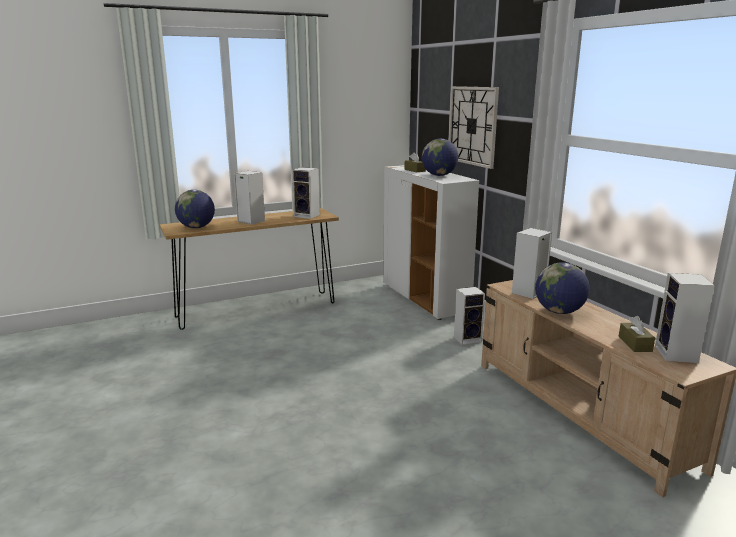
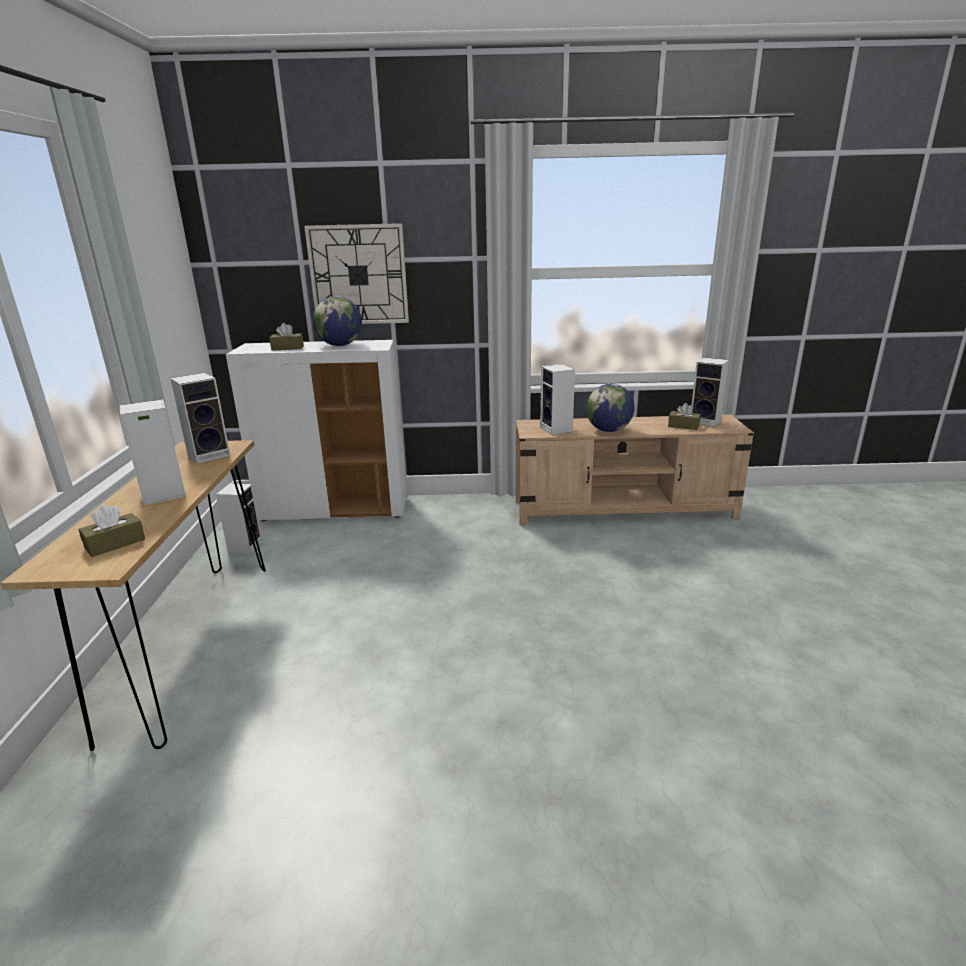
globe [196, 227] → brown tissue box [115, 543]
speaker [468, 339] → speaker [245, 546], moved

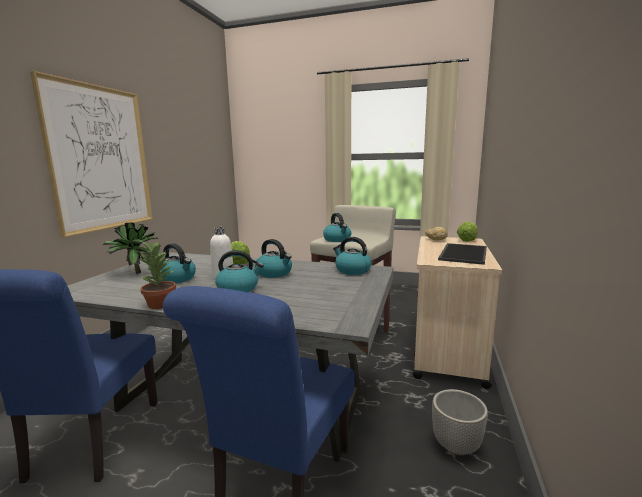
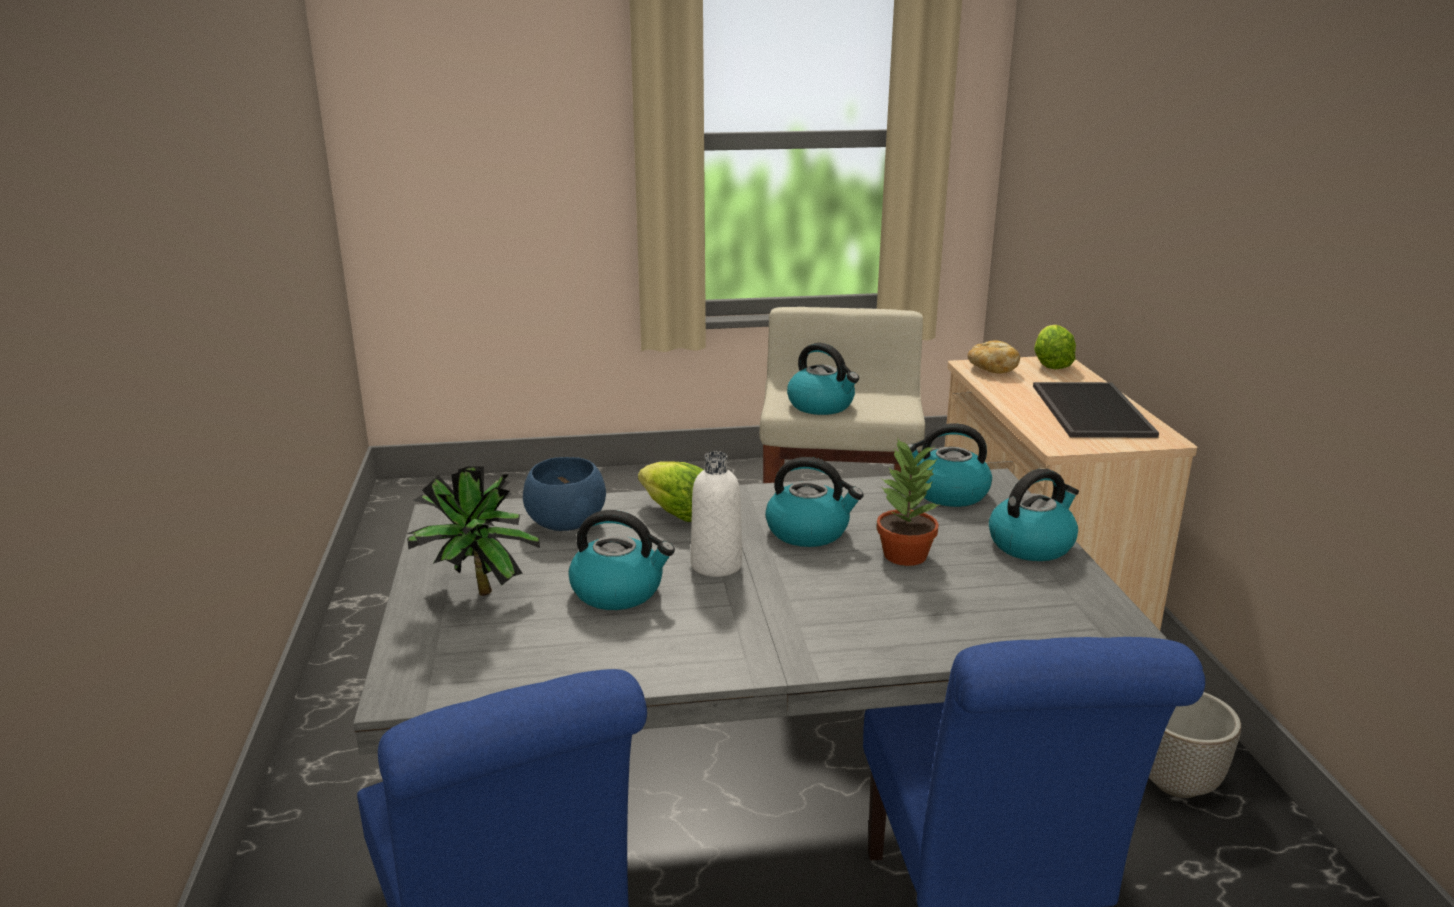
picture [101, 159] → -
potted plant [160, 304] → potted plant [903, 555], moved
kettle [238, 289] → kettle [1031, 544], moved
- → blue bowl [565, 523]

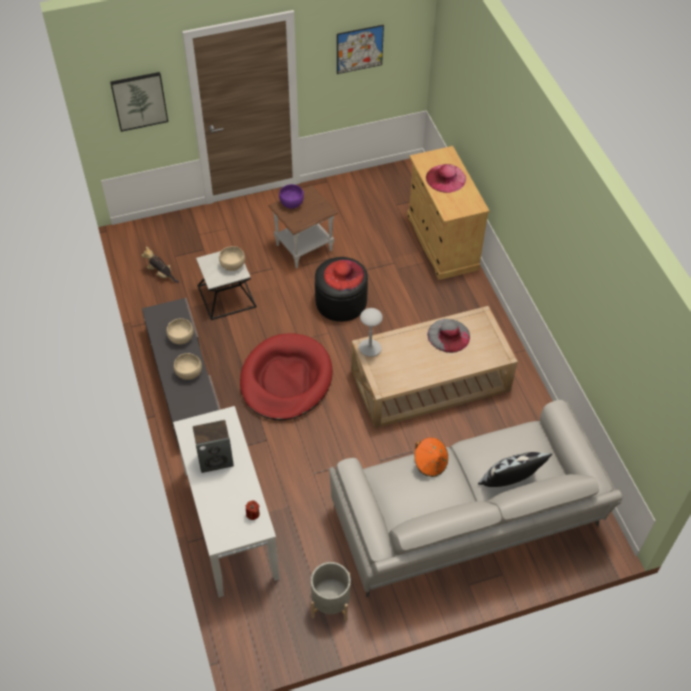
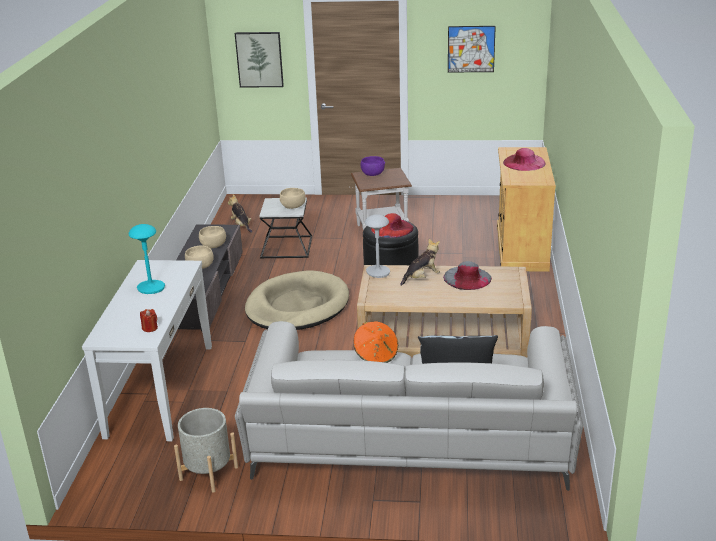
red dog bed [286, 380] → beige dog bed [297, 306]
speaker [215, 459] → turquoise table lamp [151, 288]
- → plush toy [421, 278]

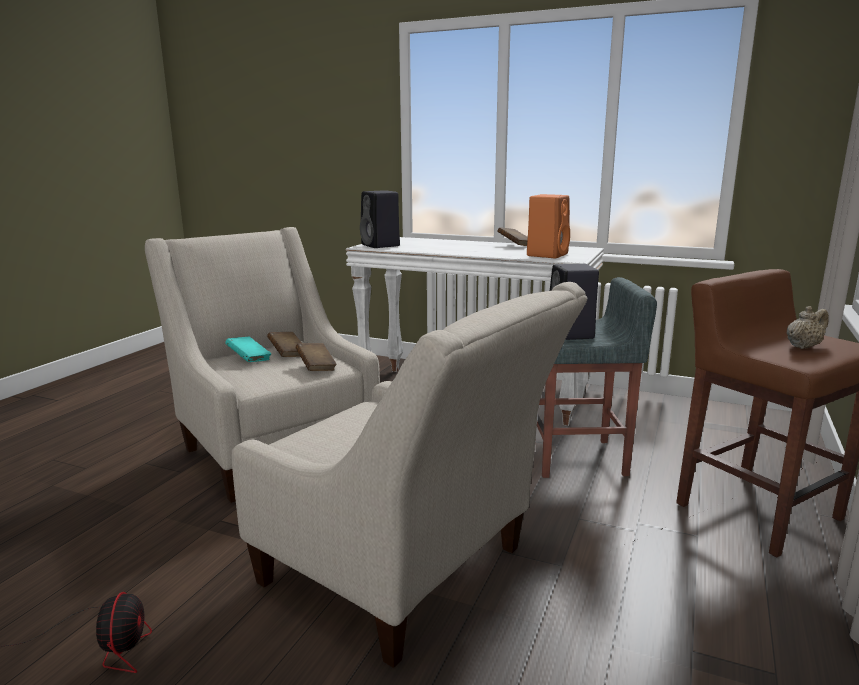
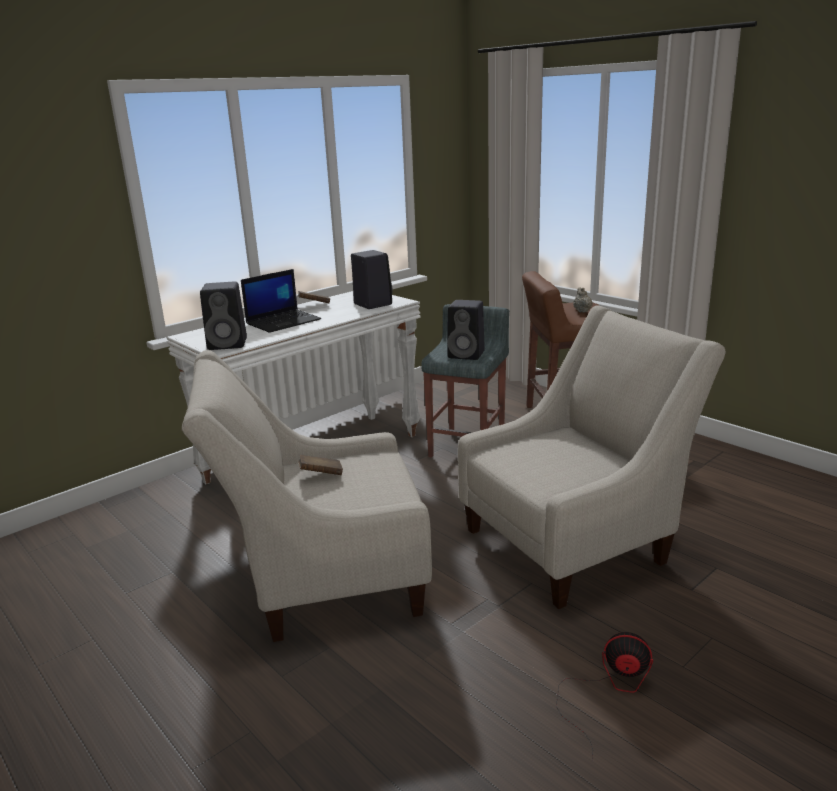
orange speaker [547, 255] → black speaker [371, 304]
turquoise book [249, 359] → -
brown book [316, 367] → -
- → laptop [284, 321]

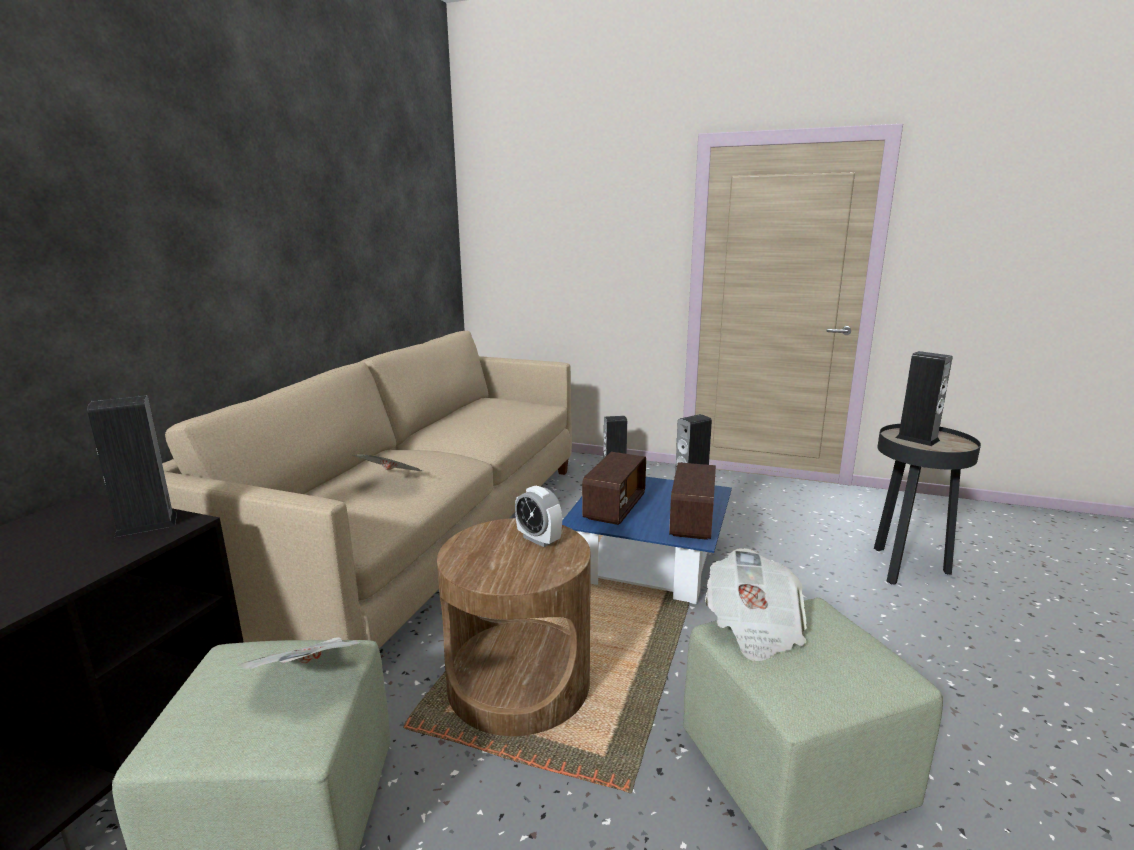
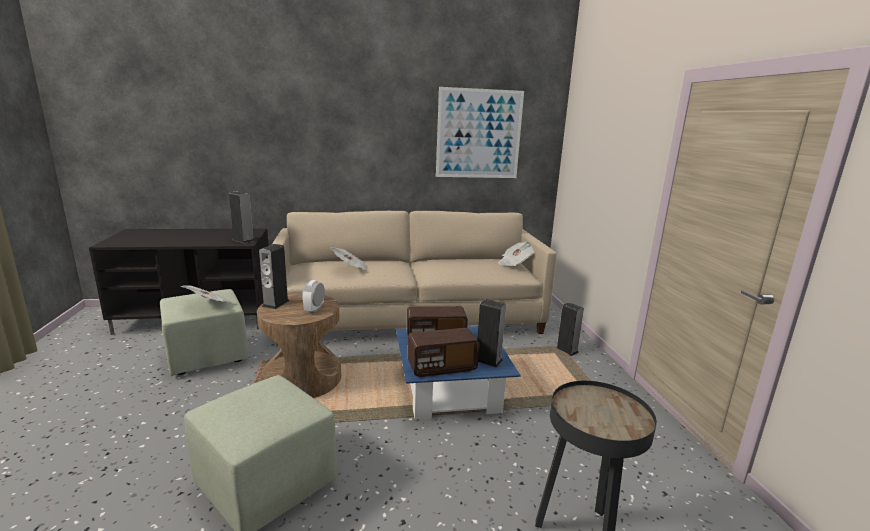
speaker [917, 439] → speaker [275, 303], moved
newspaper [753, 627] → newspaper [515, 263], moved
- → picture [479, 134]

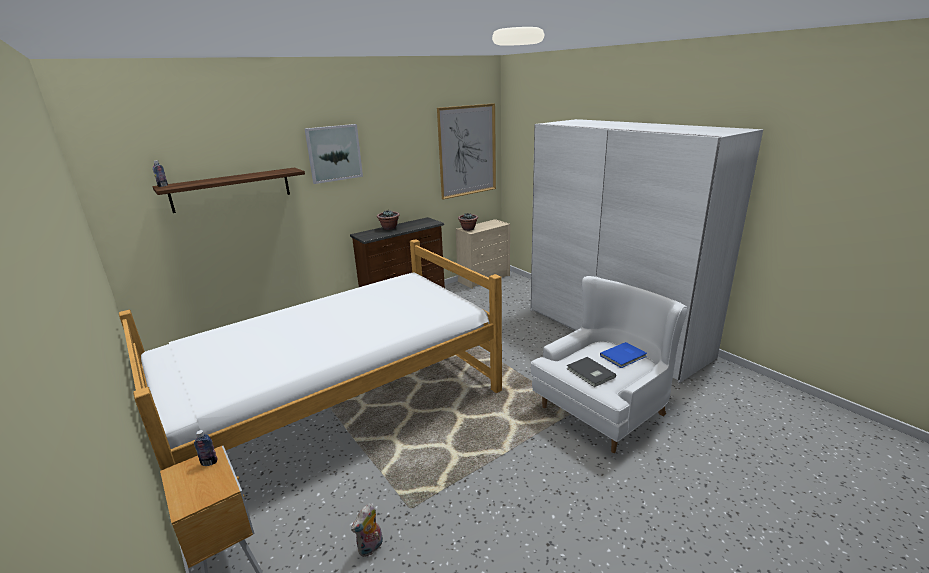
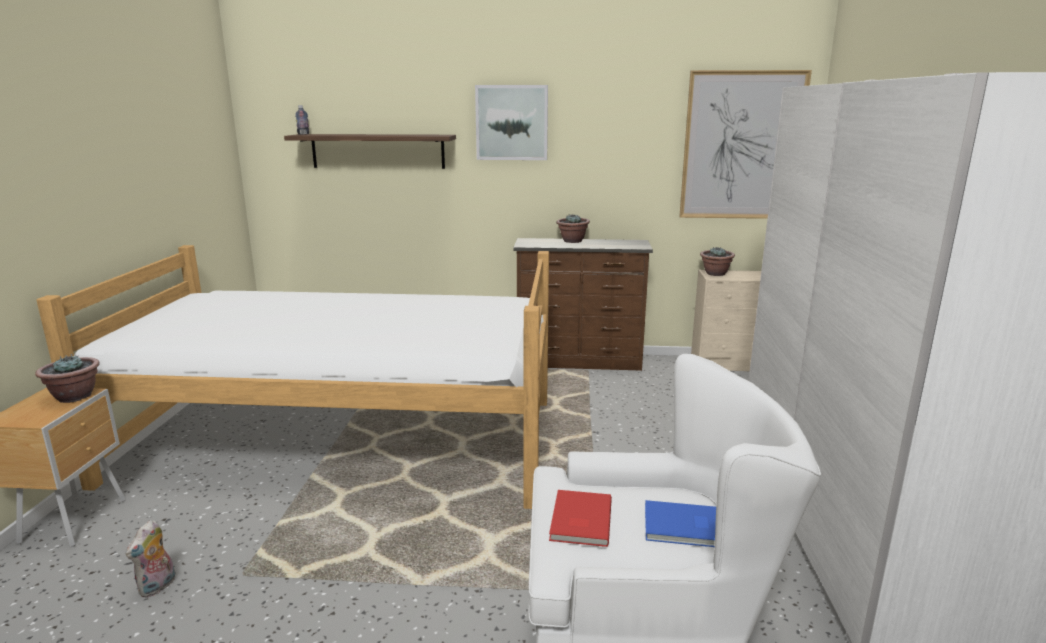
grey book [590, 373] → red book [579, 520]
bottle [209, 462] → potted plant [74, 396]
plush toy [371, 548] → plush toy [158, 587], 60 degrees counterclockwise

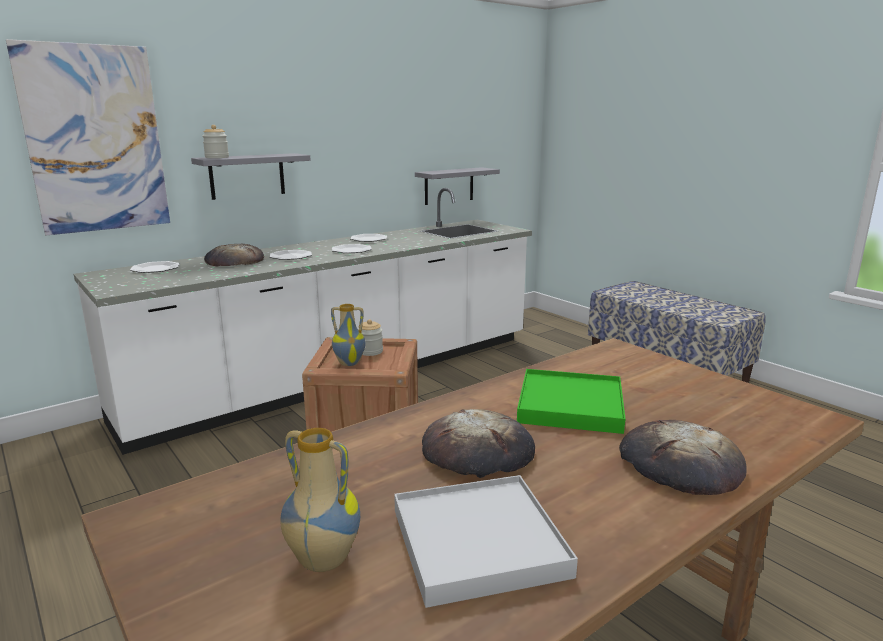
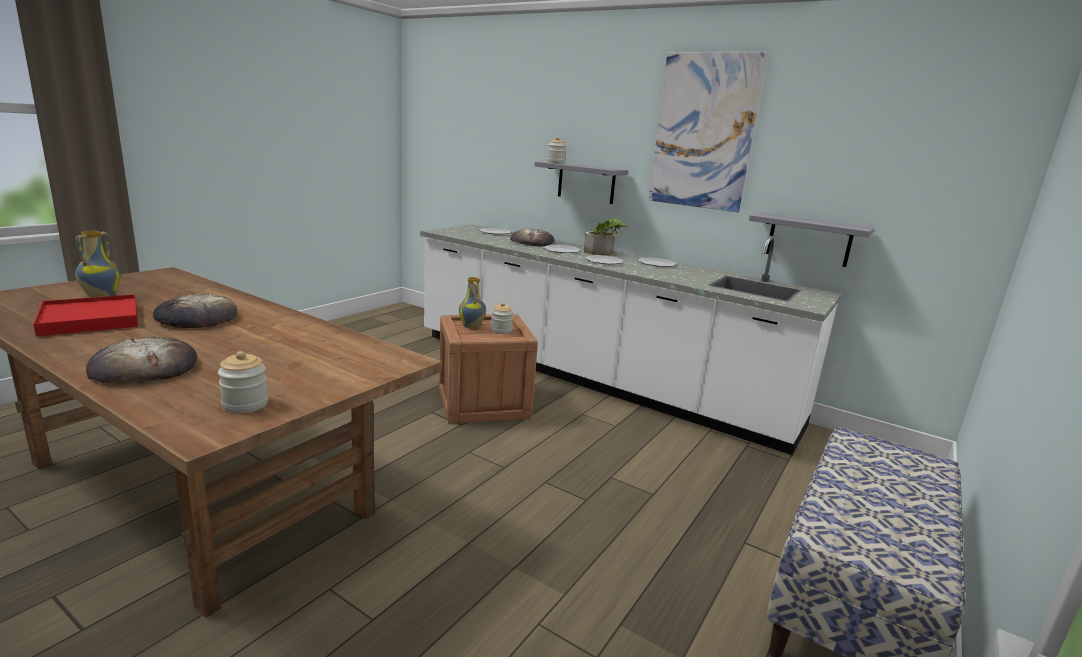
picture [95, 140] → picture [703, 132], moved
green tray [570, 405] → -
white tray [478, 542] → red tray [91, 319]
- → potted plant [602, 252]
- → jar [245, 404]

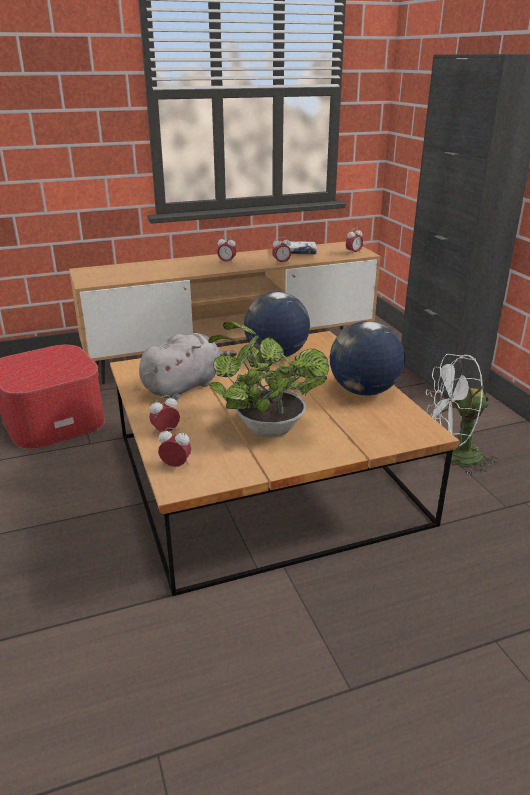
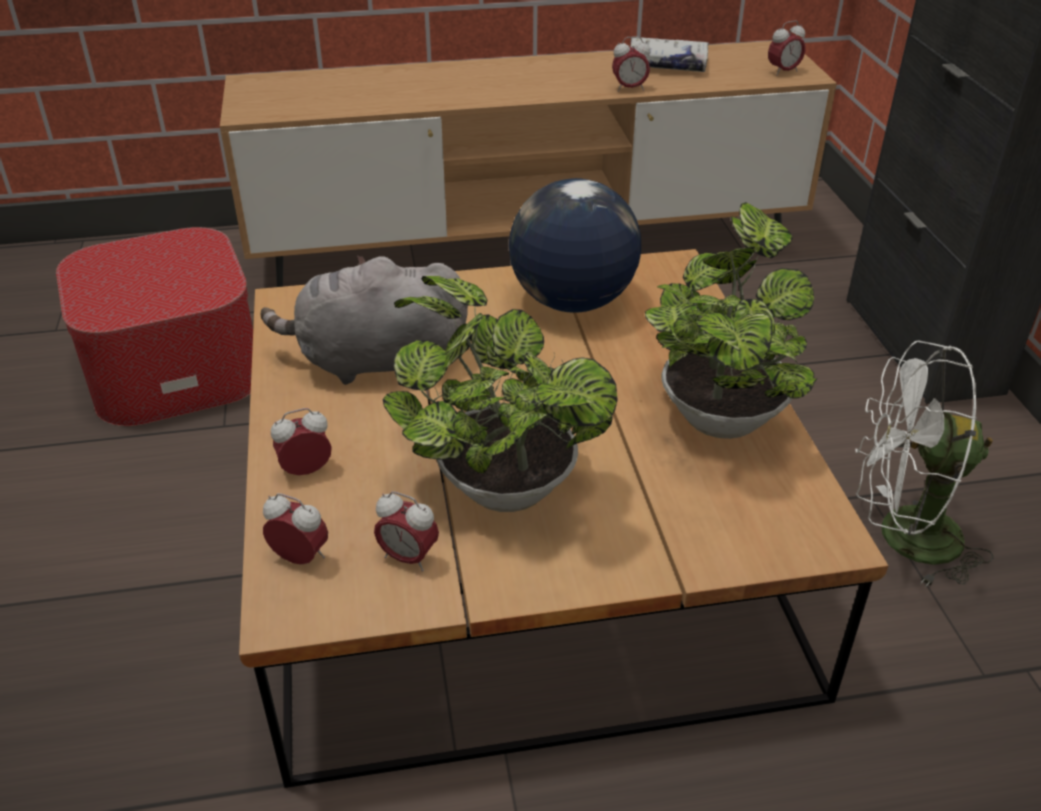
alarm clock [227, 262] → alarm clock [408, 558], moved
globe [363, 391] → potted plant [721, 412]
grey plush toy [185, 386] → grey plush toy [375, 362], 150 degrees counterclockwise

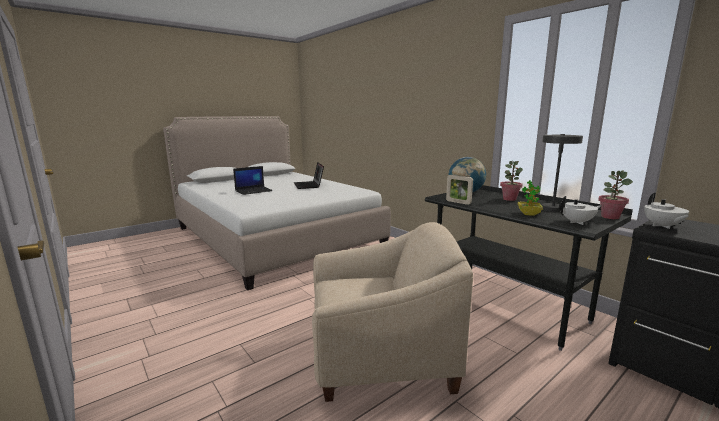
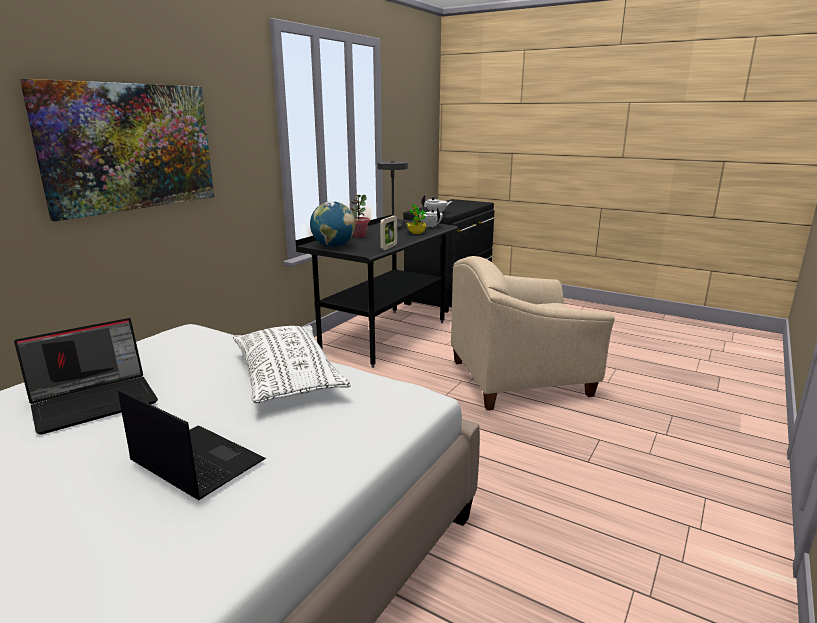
potted plant [610, 217] → -
beige armchair [381, 358] → beige armchair [520, 379], 75 degrees counterclockwise
- → picture [130, 147]
- → white pillow [287, 377]

